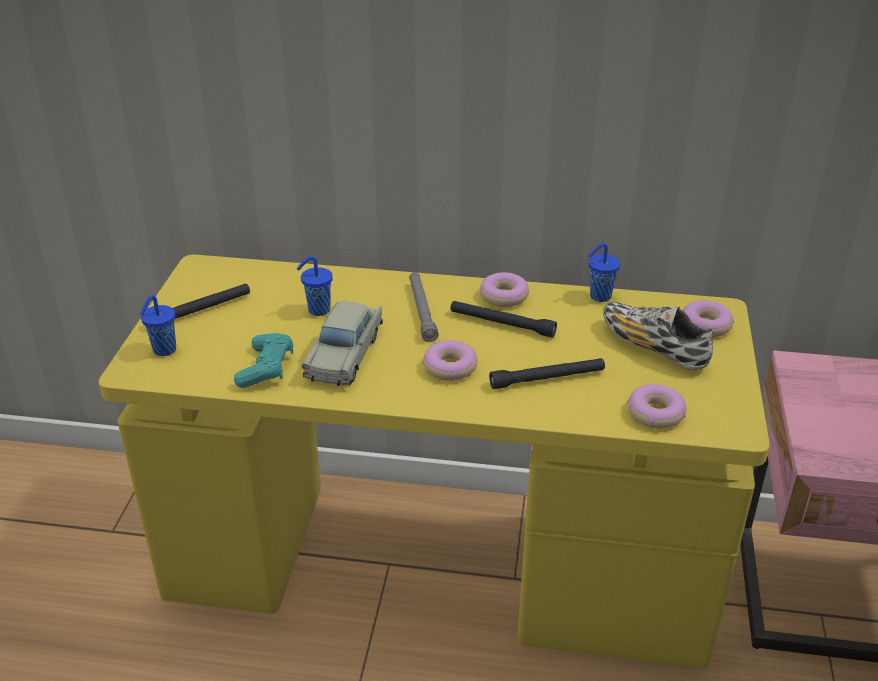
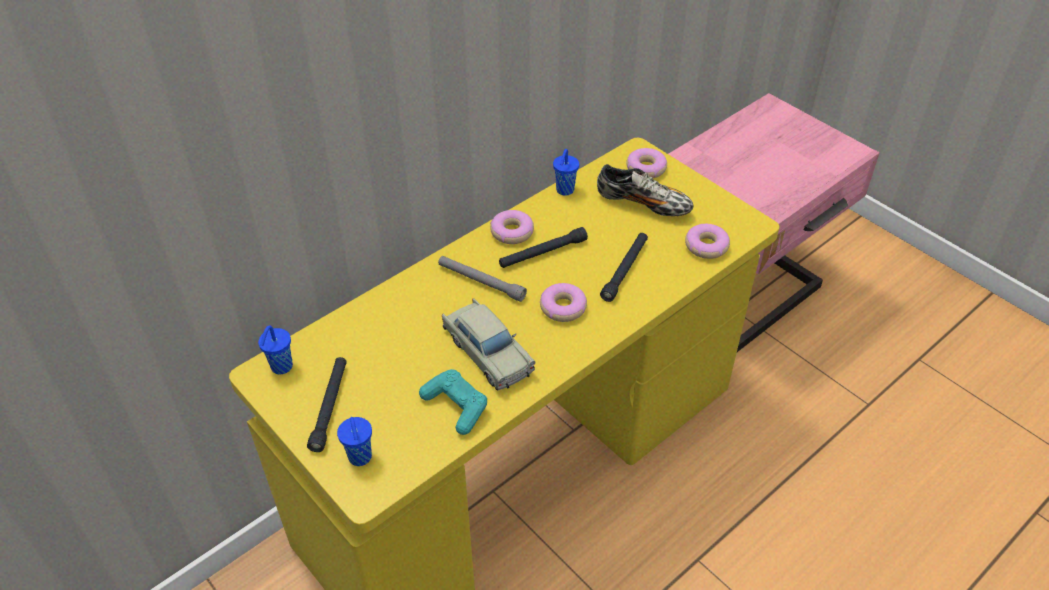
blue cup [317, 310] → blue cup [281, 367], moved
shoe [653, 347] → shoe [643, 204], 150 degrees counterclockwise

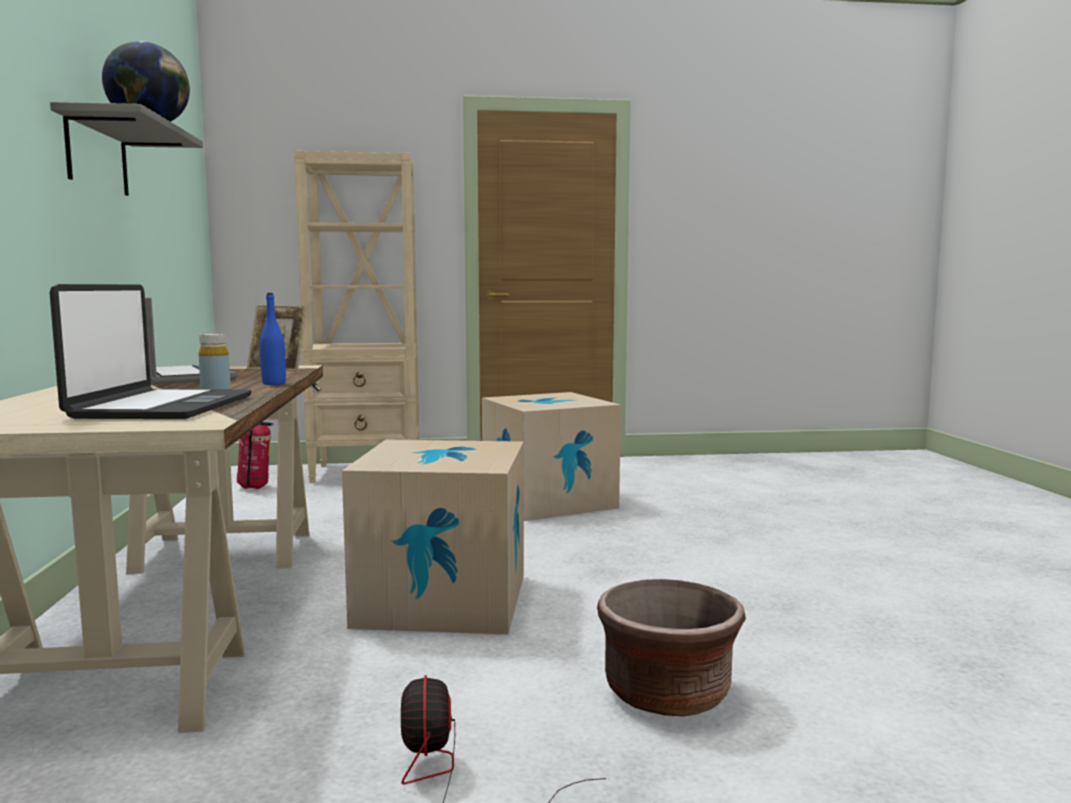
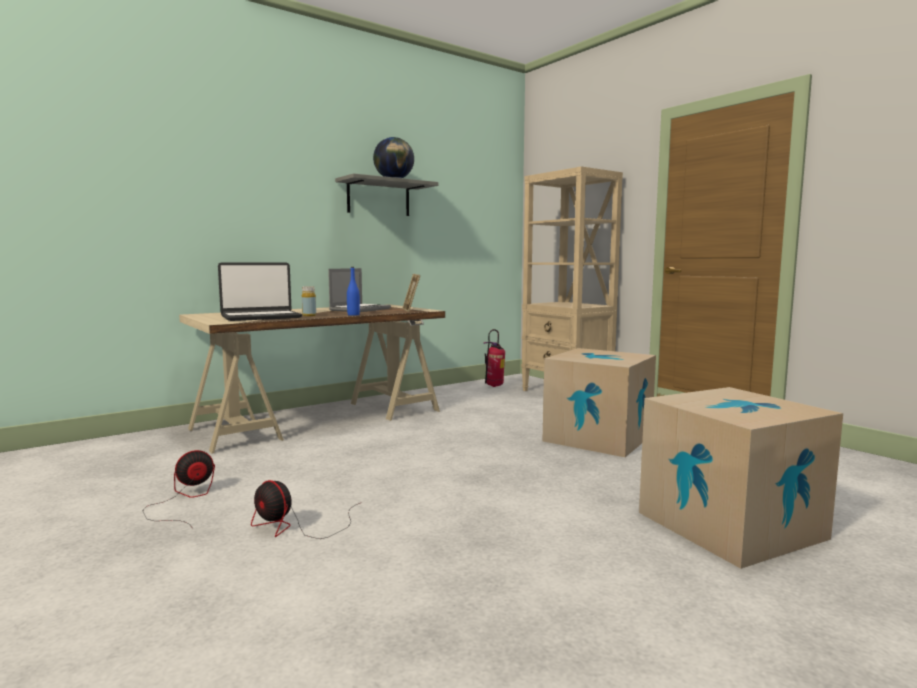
cardboard box [442, 600] → cardboard box [730, 525], moved
brown planter [667, 694] → fan [296, 526]

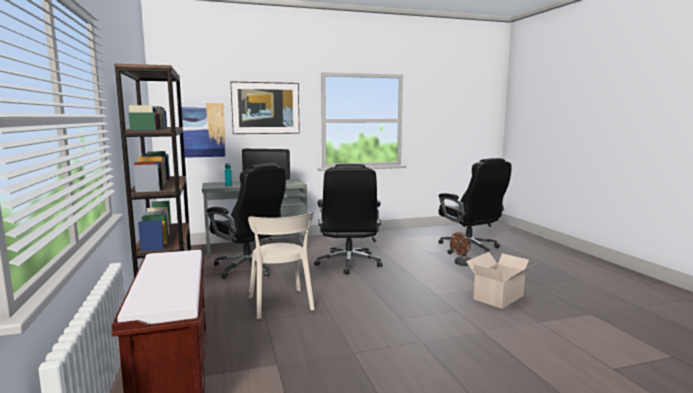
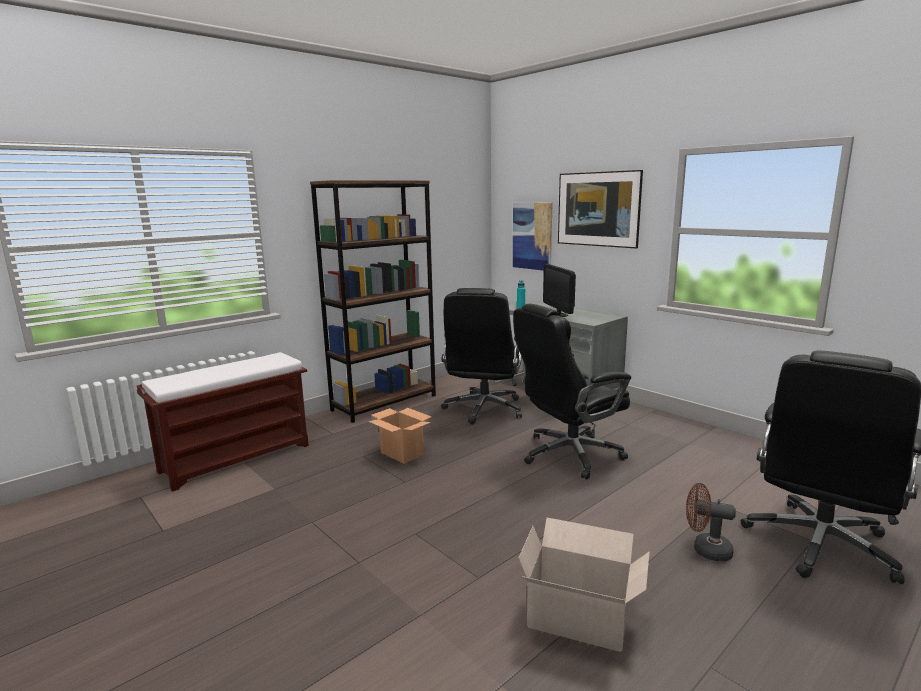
beige chair [281, 305] → cardboard box [401, 453]

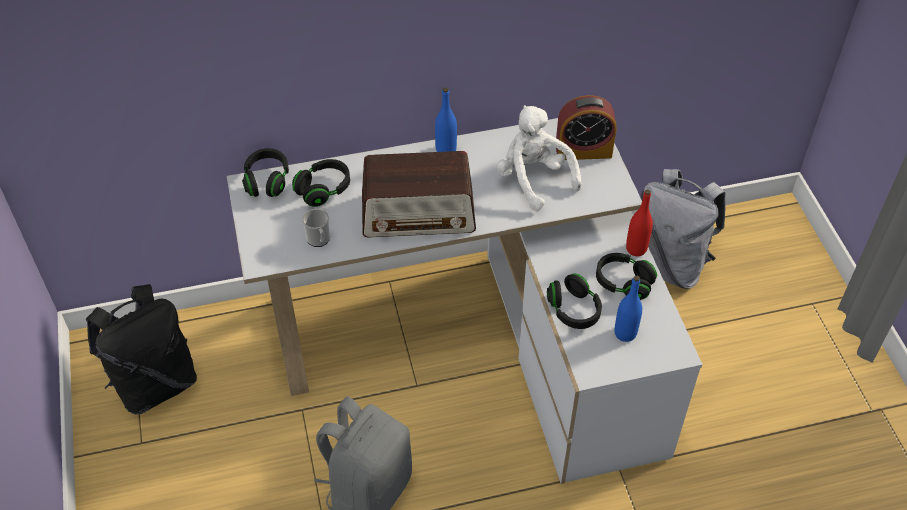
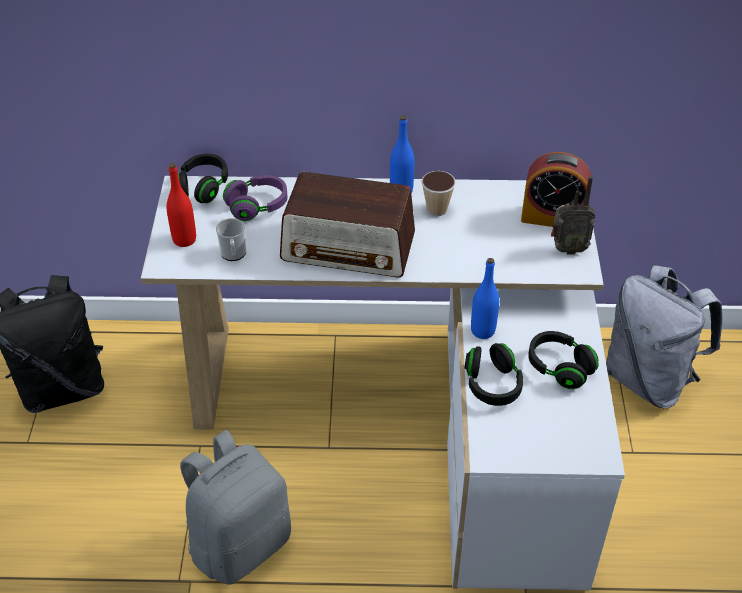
white plush toy [534, 179] → -
black headphones [323, 190] → purple headphones [257, 206]
red bottle [636, 249] → red bottle [184, 239], moved
blue bottle [625, 333] → blue bottle [482, 331], moved
- → cup [437, 209]
- → radio [567, 248]

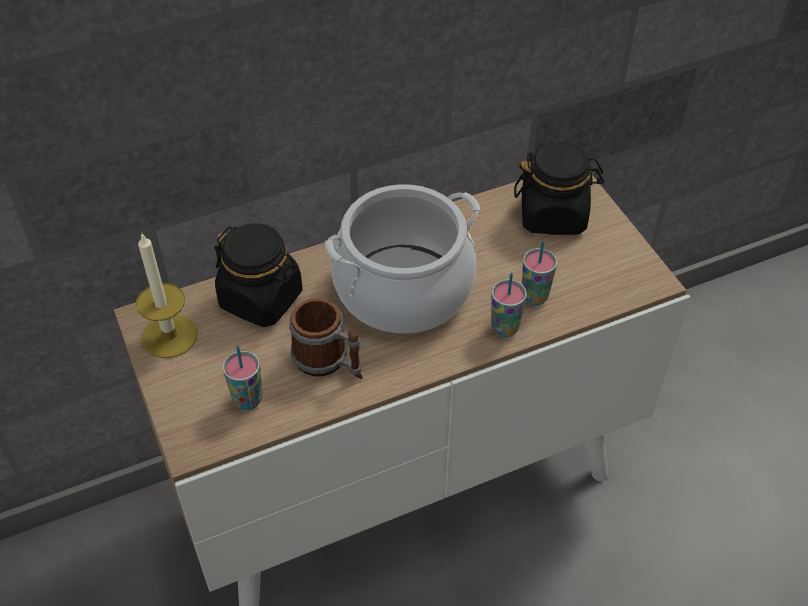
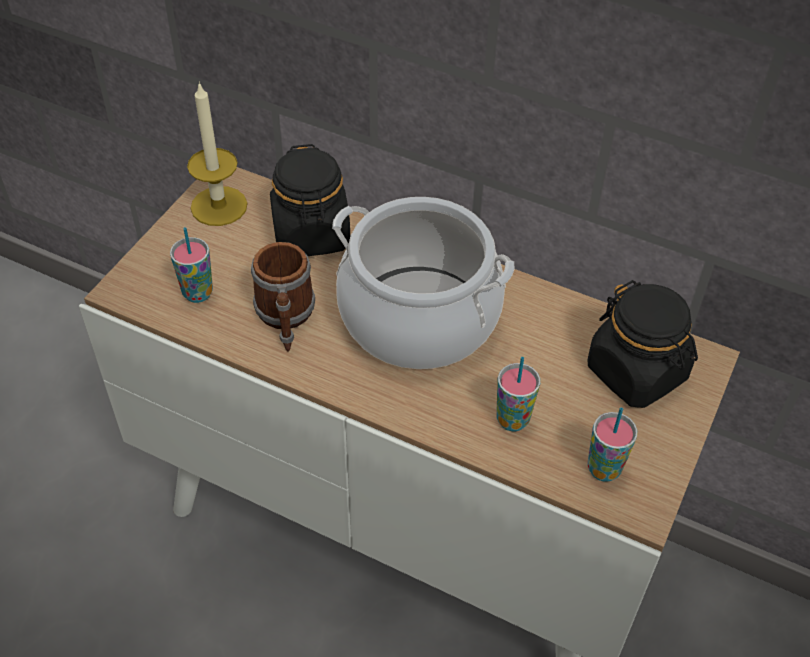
cup [504, 328] → cup [604, 469], moved

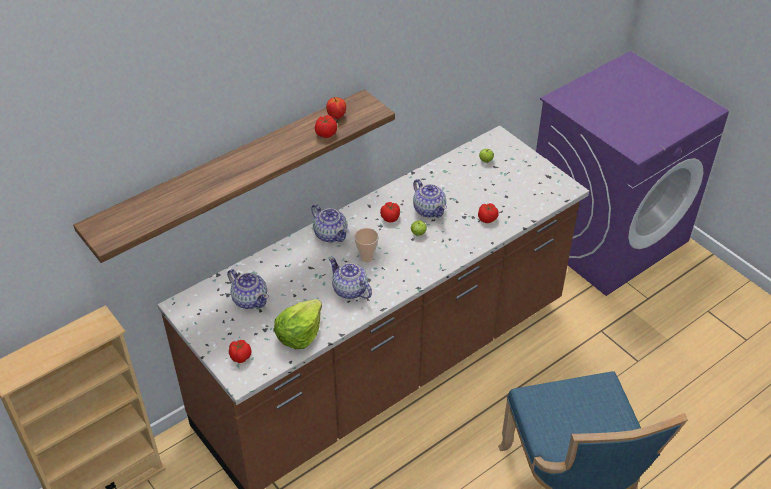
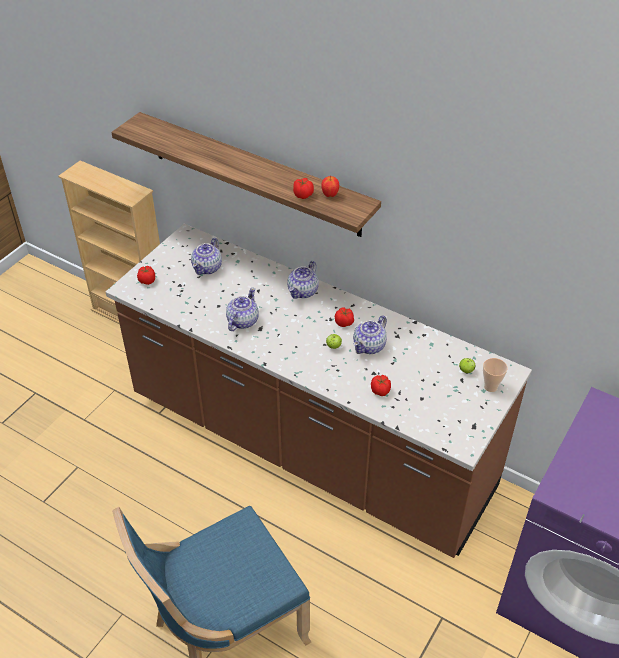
cup [366, 257] → cup [490, 387], moved
lettuce [299, 334] → -

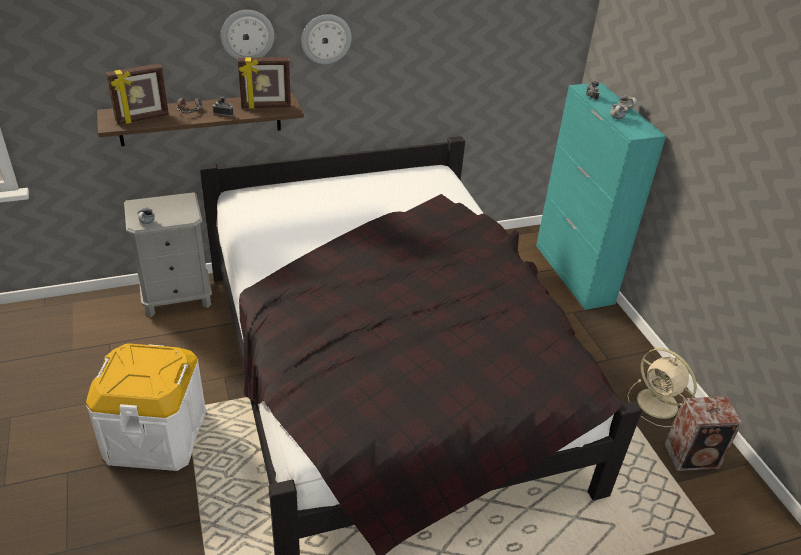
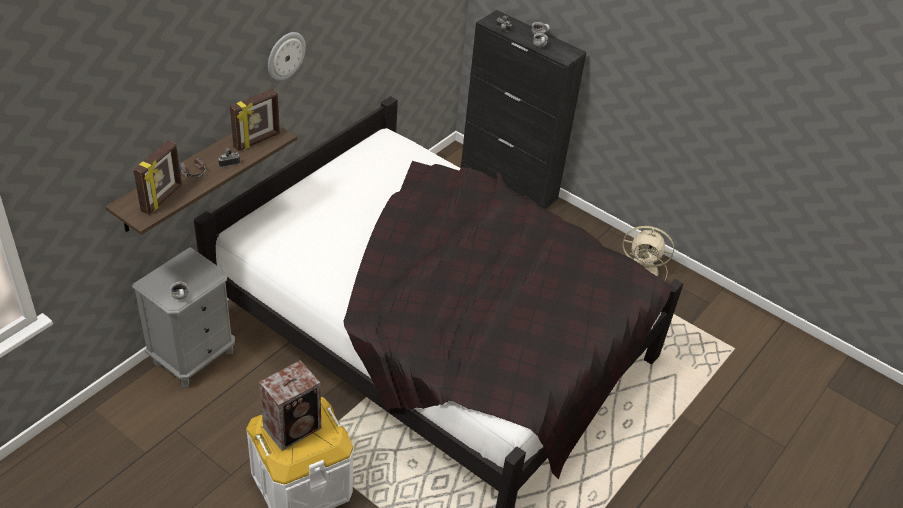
wall clock [247, 35] → -
turquoise cabinet [574, 274] → black cabinet [509, 184]
speaker [693, 456] → speaker [294, 427], moved

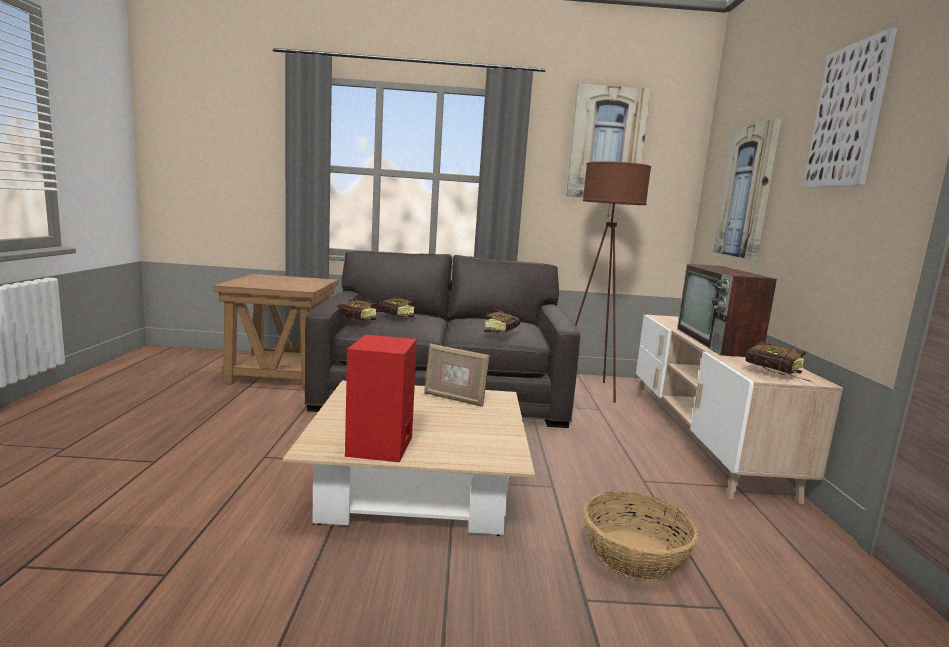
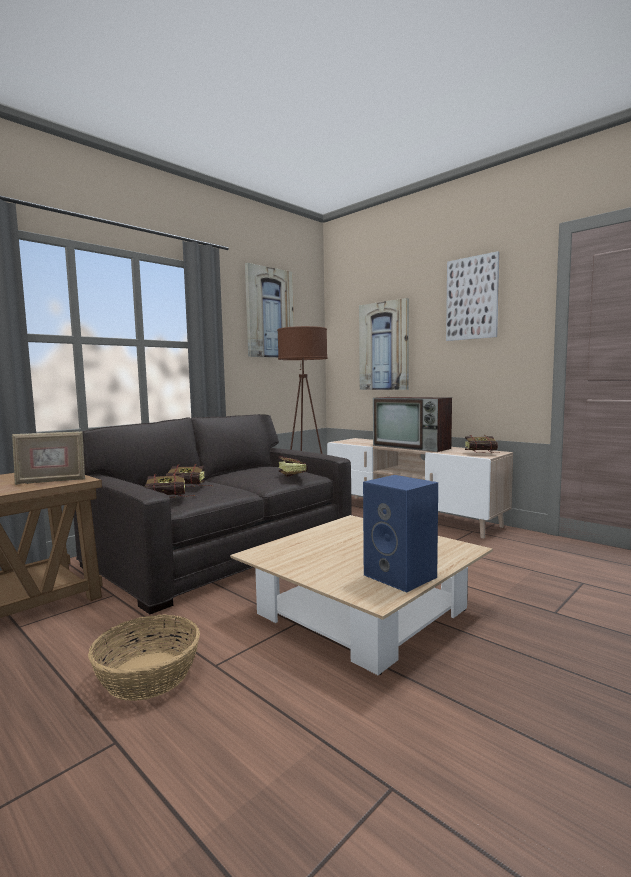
red speaker [381, 447] → blue speaker [402, 576]
picture frame [454, 399] → picture frame [51, 481], moved
basket [634, 553] → basket [147, 675], moved

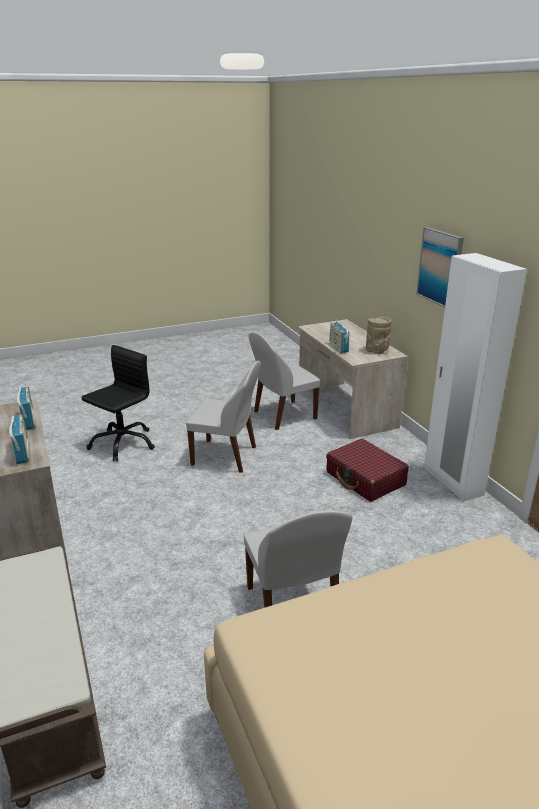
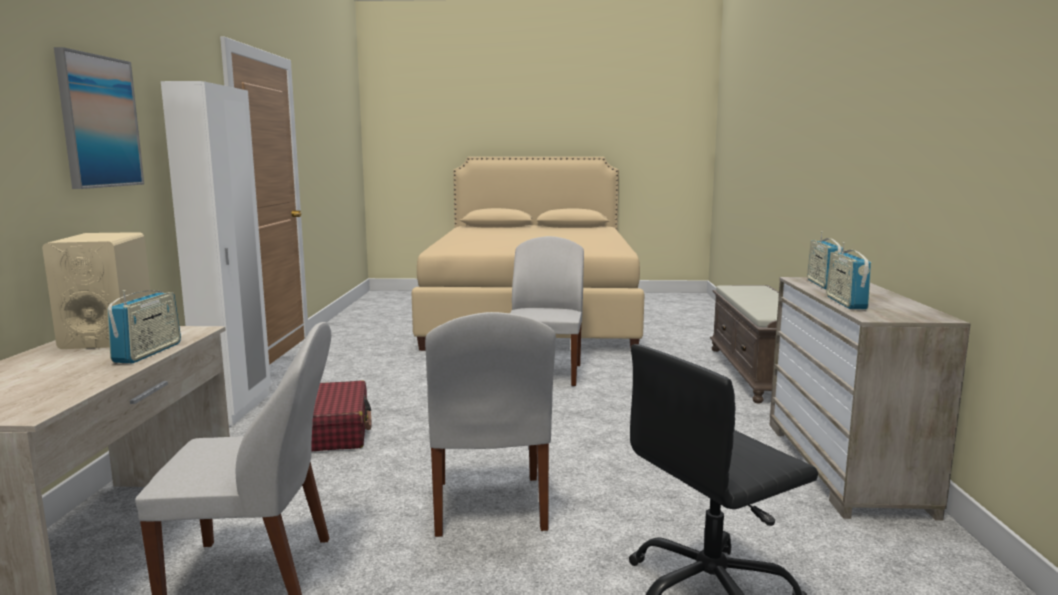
beige vase [377, 351] → beige speaker [108, 337]
white chair [226, 456] → white chair [489, 508], 135 degrees counterclockwise

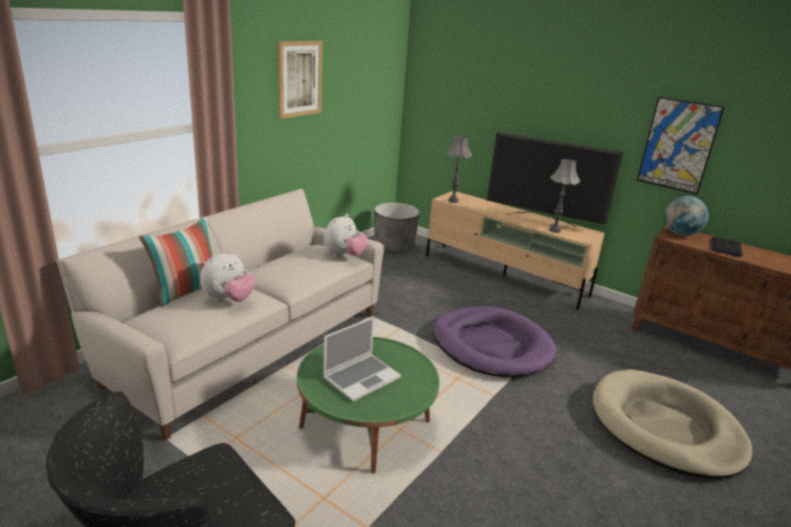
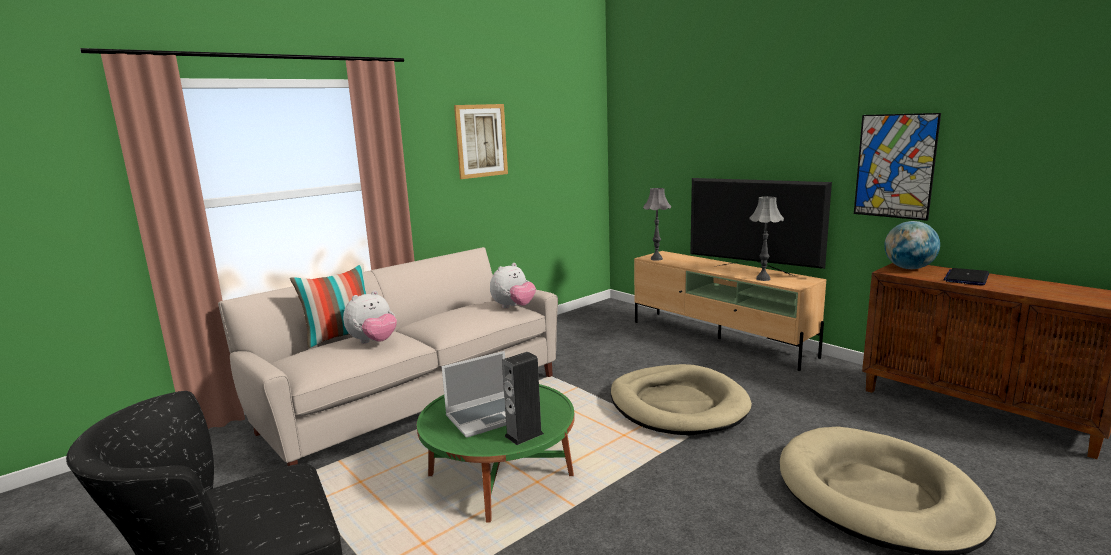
grey planter [394, 247] → -
purple dog bed [491, 346] → beige dog bed [677, 405]
- → speaker [524, 435]

